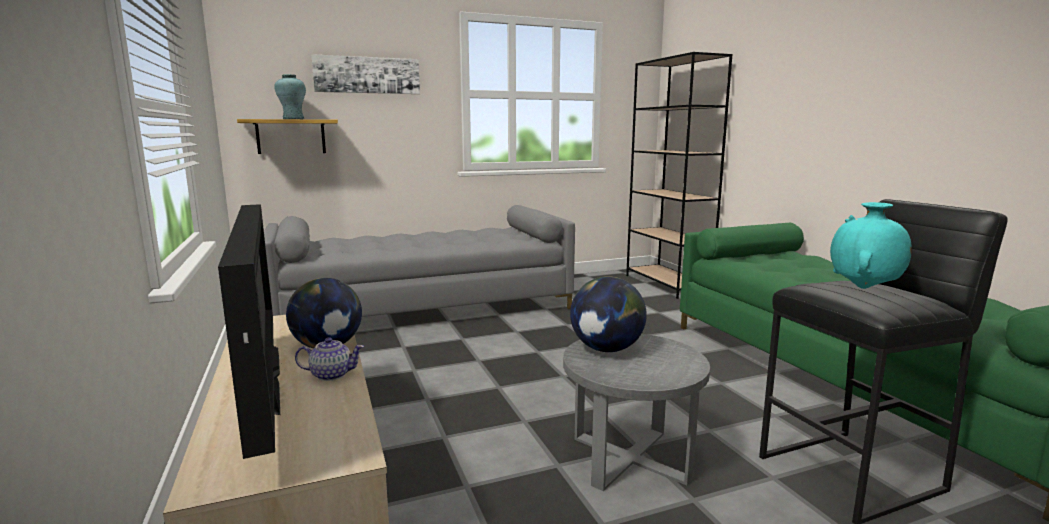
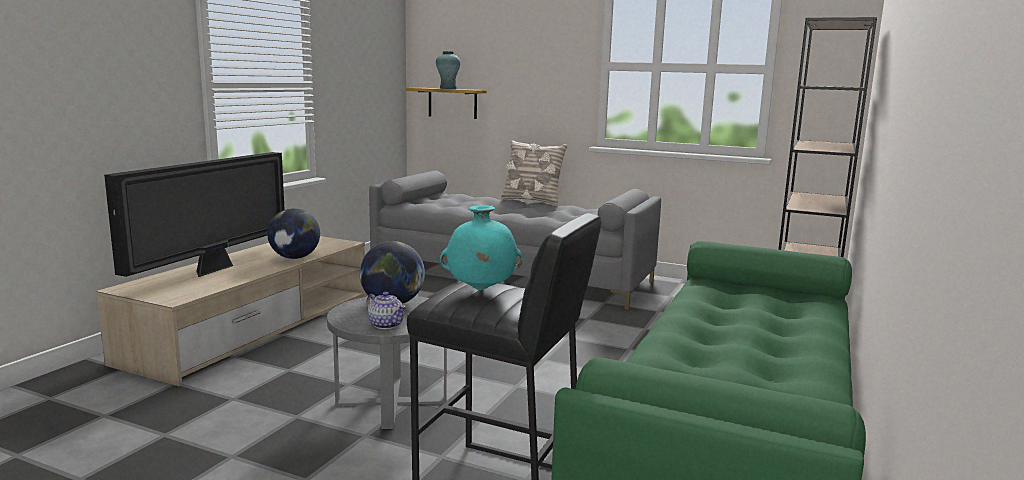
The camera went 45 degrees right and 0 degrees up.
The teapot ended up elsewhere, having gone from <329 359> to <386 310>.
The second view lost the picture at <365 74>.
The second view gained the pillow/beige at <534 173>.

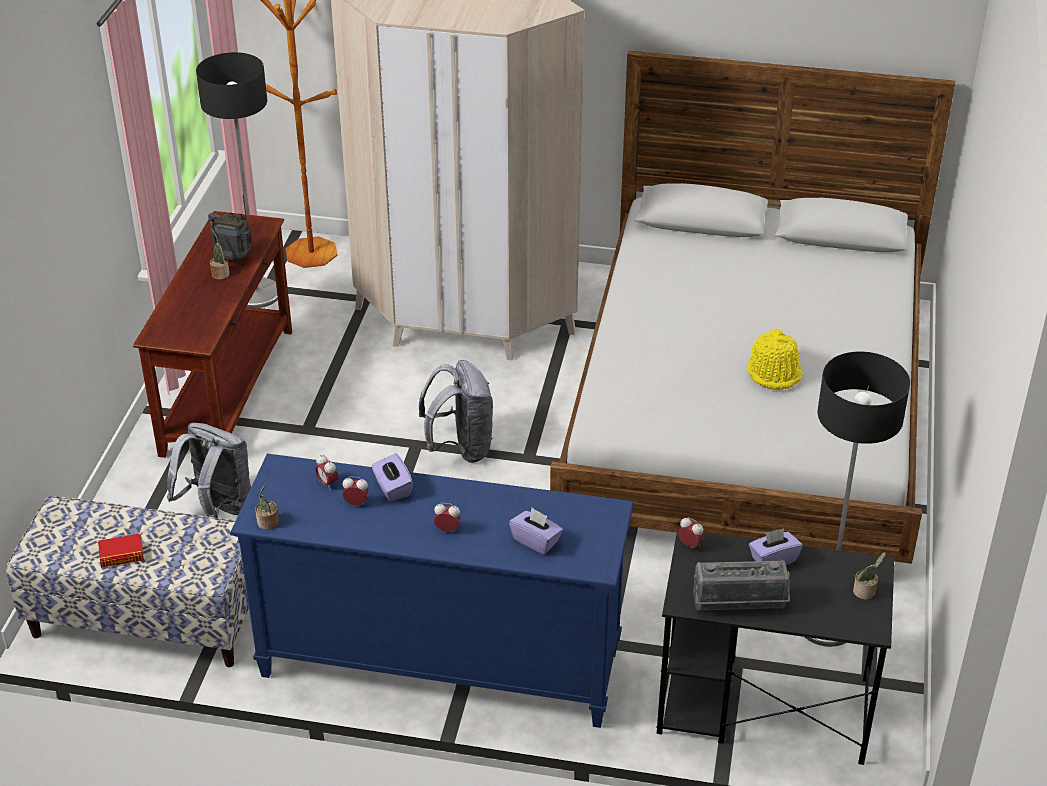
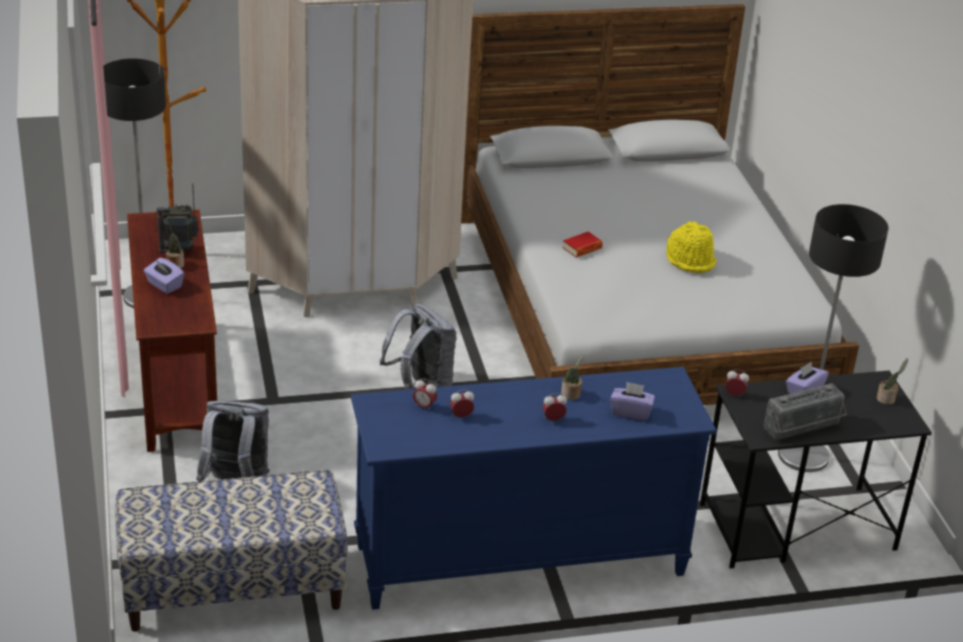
The camera went 25 degrees left and 5 degrees down.
The book ended up elsewhere, having gone from <121 551> to <583 244>.
The potted plant ended up elsewhere, having gone from <267 508> to <572 378>.
The tissue box/purple ended up elsewhere, having gone from <392 477> to <164 276>.

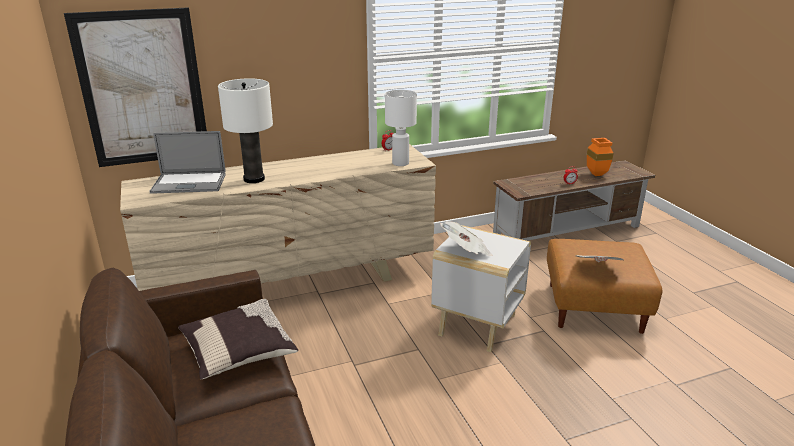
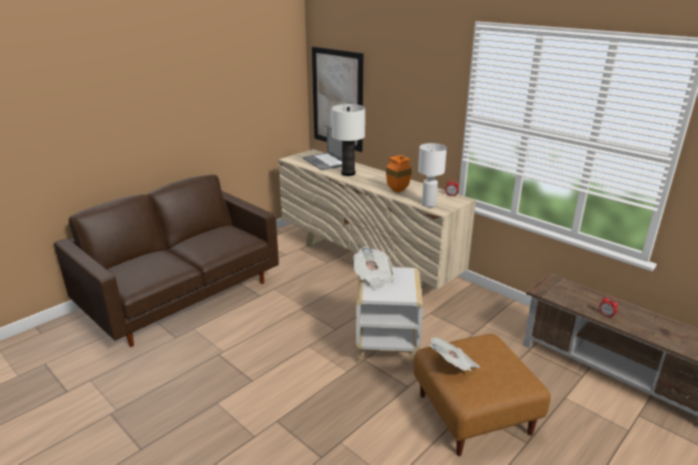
The camera went 65 degrees right and 0 degrees up.
The second view lost the pillow at <238 339>.
The vase/orange ended up elsewhere, having gone from <600 157> to <399 174>.

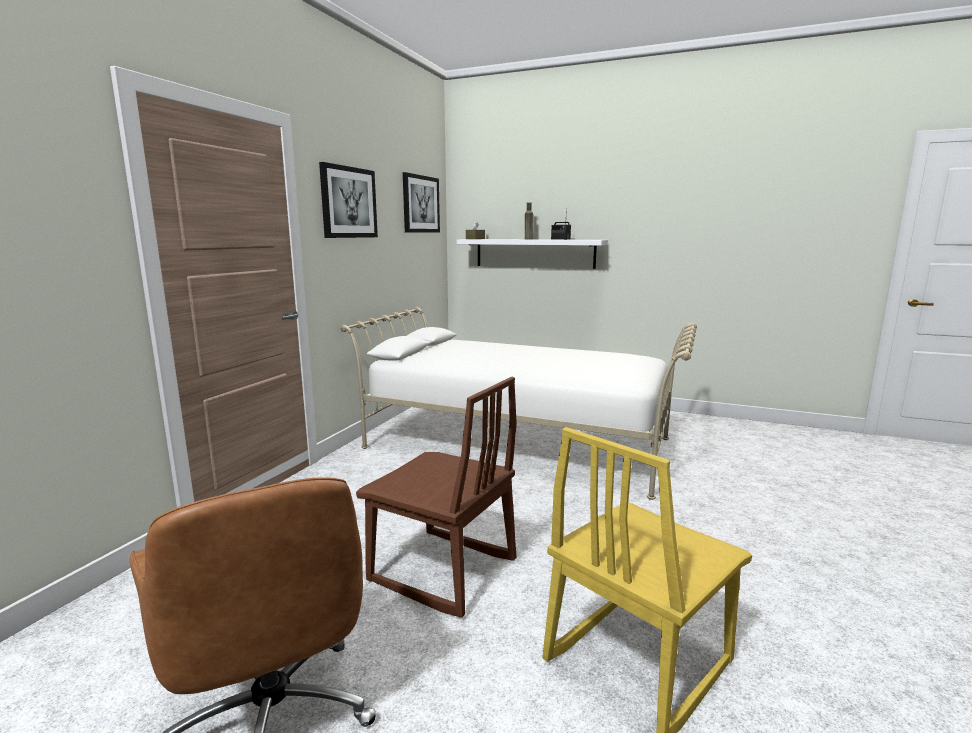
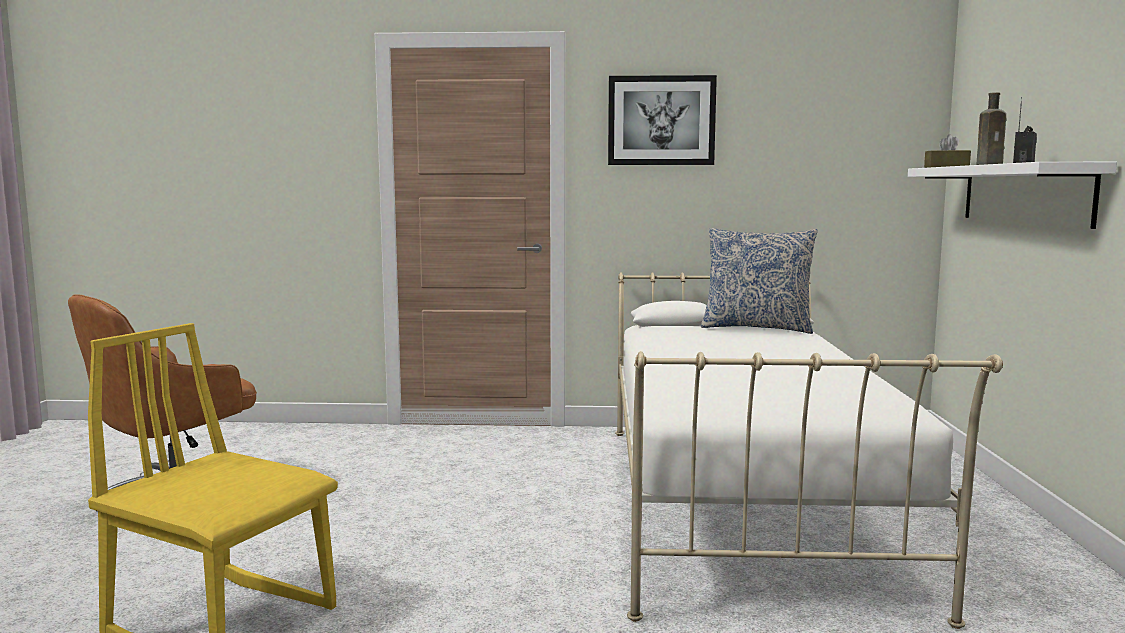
The camera went 70 degrees right and 5 degrees down.
The second view lost the chair/brown at <436 497>.
The second view lost the picture at <421 202>.
The second view gained the pillow at <759 281>.

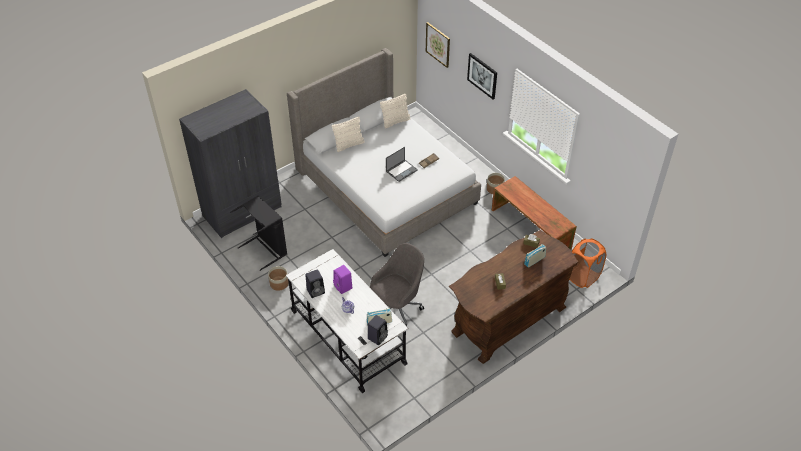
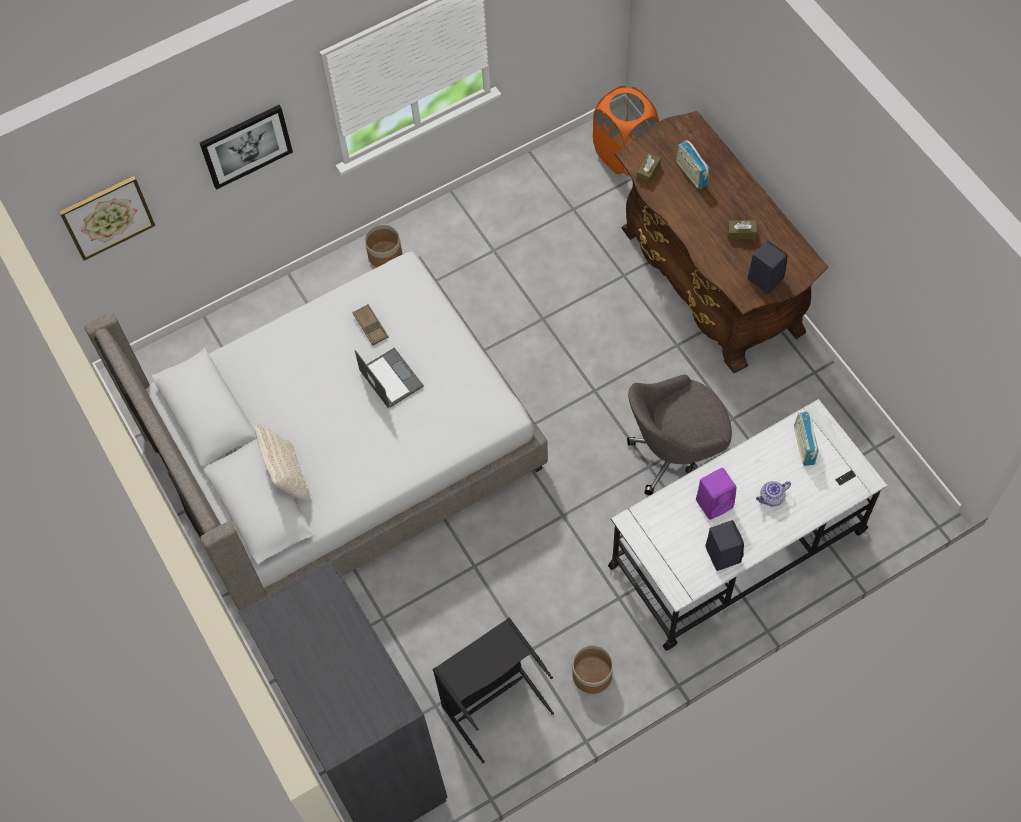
The camera went 80 degrees left and 15 degrees up.
The speaker/black ended up elsewhere, having gone from <378 330> to <768 267>.
The office chair/grey at <397 284> ended up facing another way, 75 degrees counterclockwise from before.
The second view lost the pillow/beige at <395 111>.
The second view lost the bench/brown at <534 212>.

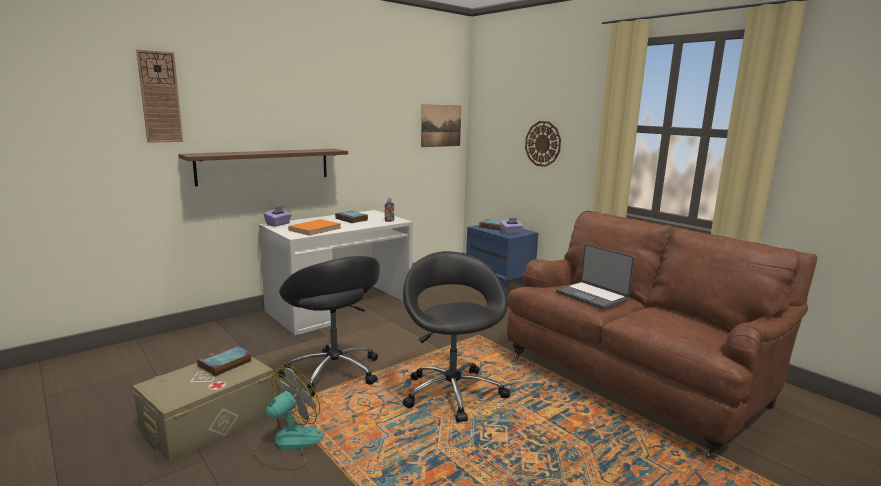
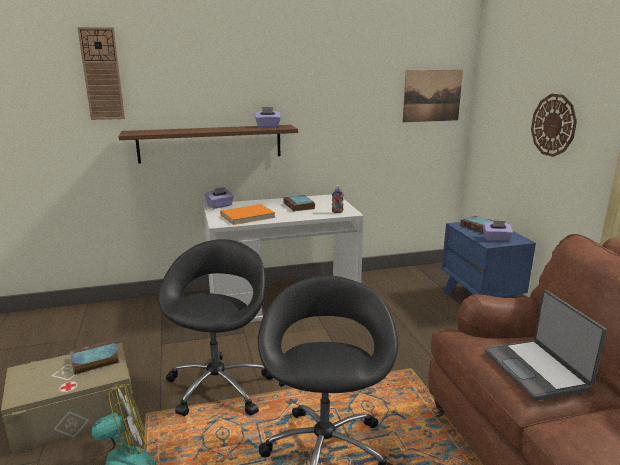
The camera went 25 degrees right and 5 degrees up.
The office chair/black at <329 326> ended up facing another way, 150 degrees counterclockwise from before.
The second view gained the tissue box/purple at <267 117>.

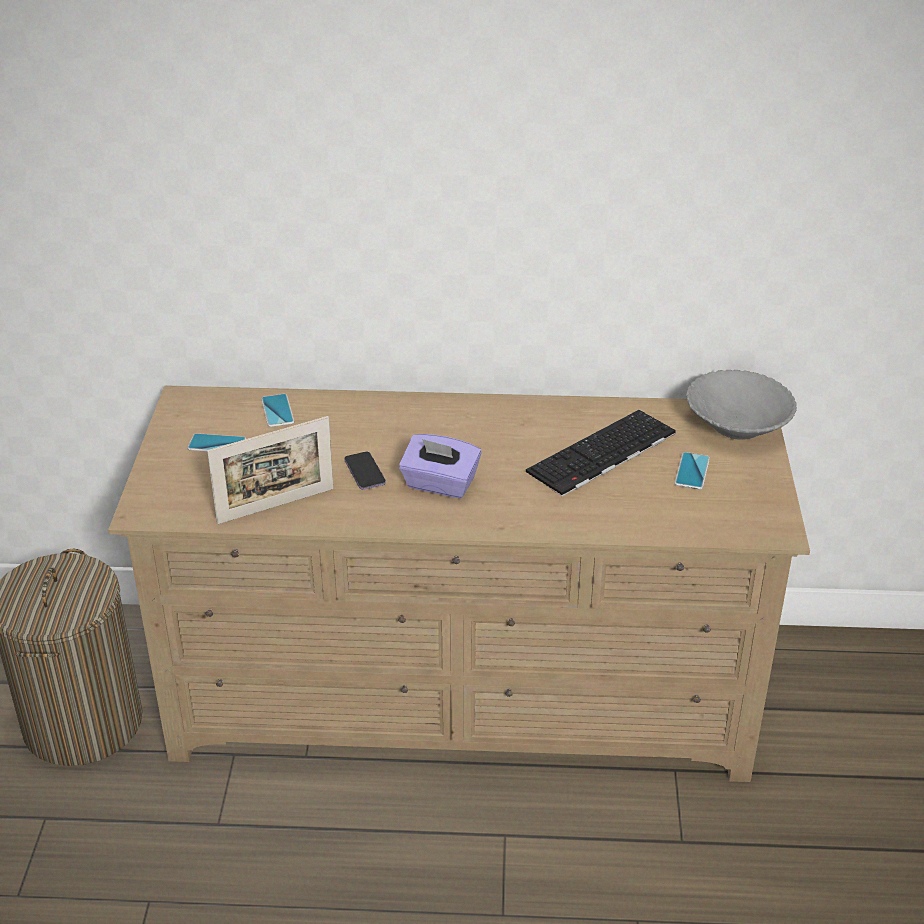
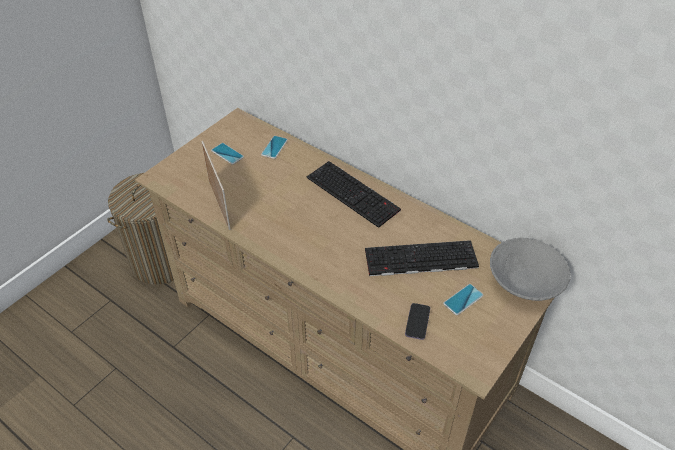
The camera went 35 degrees right and 10 degrees up.
The picture frame at <270 470> ended up facing another way, 120 degrees counterclockwise from before.
The phone ended up elsewhere, having gone from <365 471> to <417 321>.
The second view lost the tissue box/purple at <440 466>.
The second view gained the keyboard at <354 194>.

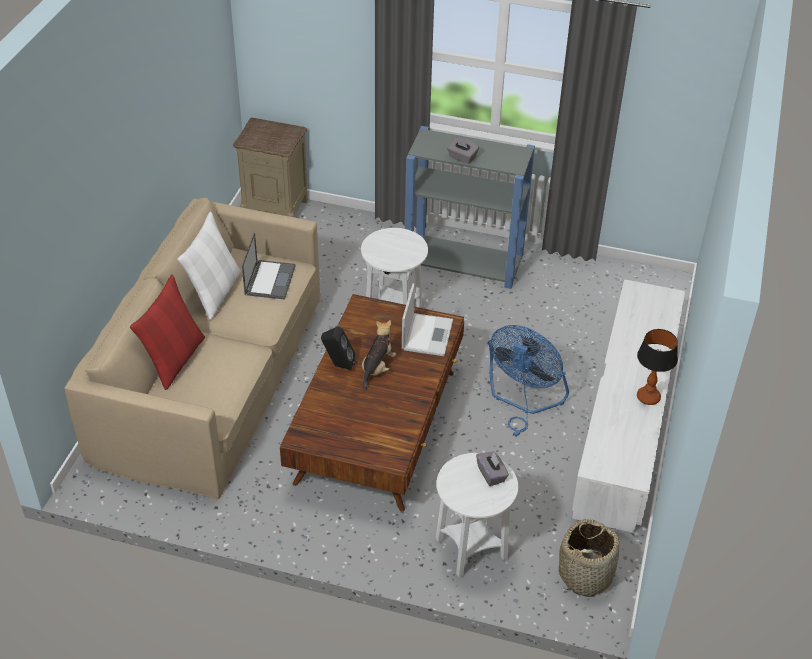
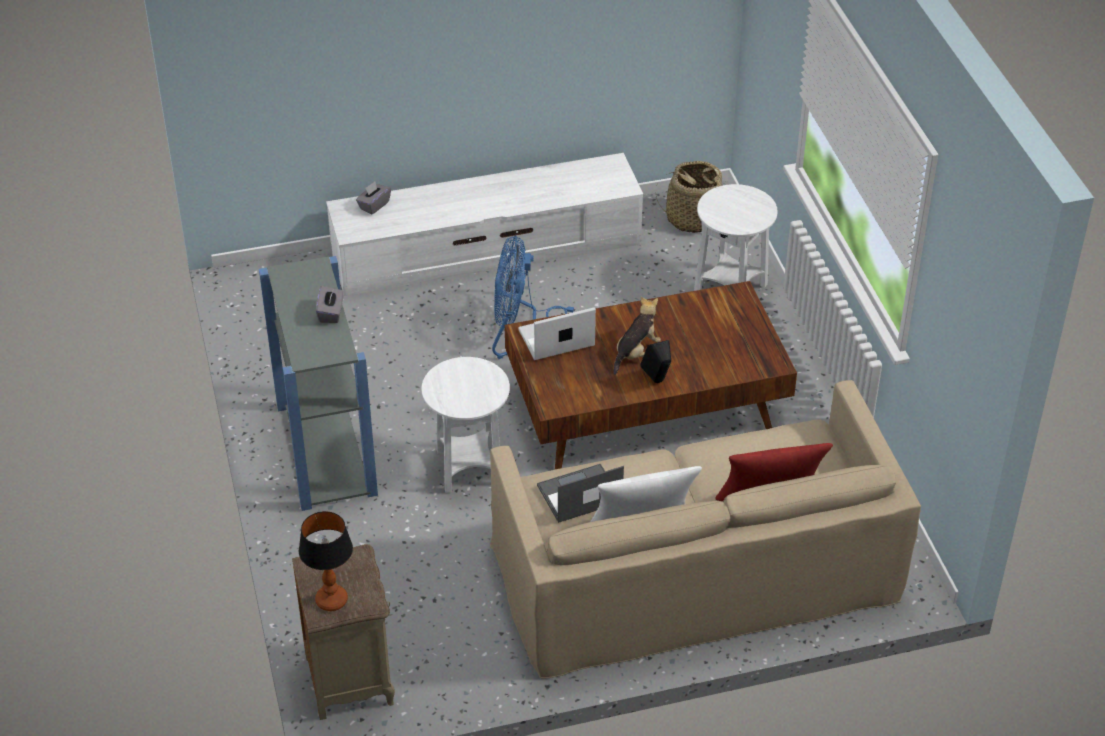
The camera went 120 degrees left and 0 degrees up.
The plush toy at <379 355> ended up facing another way, 135 degrees clockwise from before.
The tissue box/grey ended up elsewhere, having gone from <492 468> to <373 198>.
The table lamp ended up elsewhere, having gone from <657 367> to <326 561>.

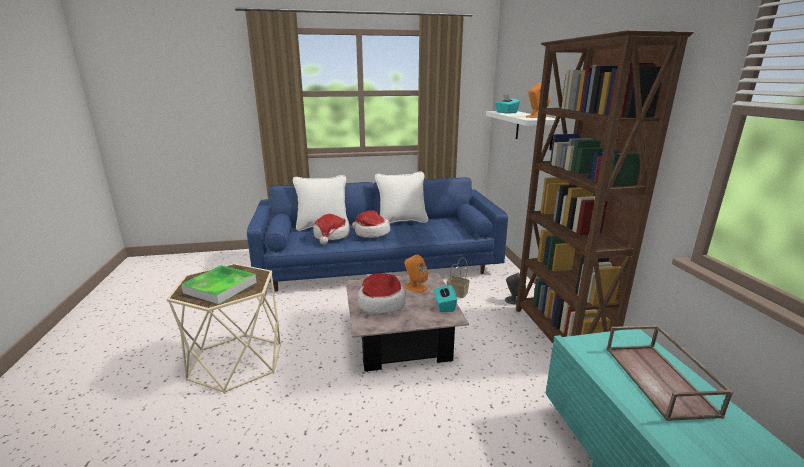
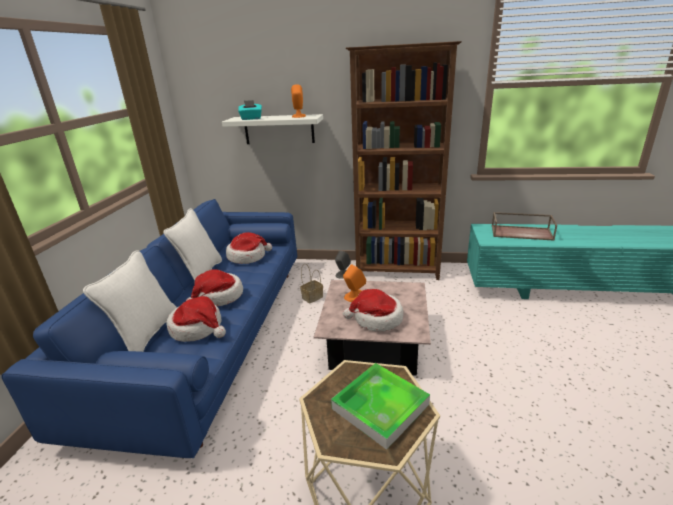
The camera went 70 degrees left and 5 degrees up.
The second view lost the tissue box/turquoise at <445 298>.
The second view gained the hat at <249 248>.

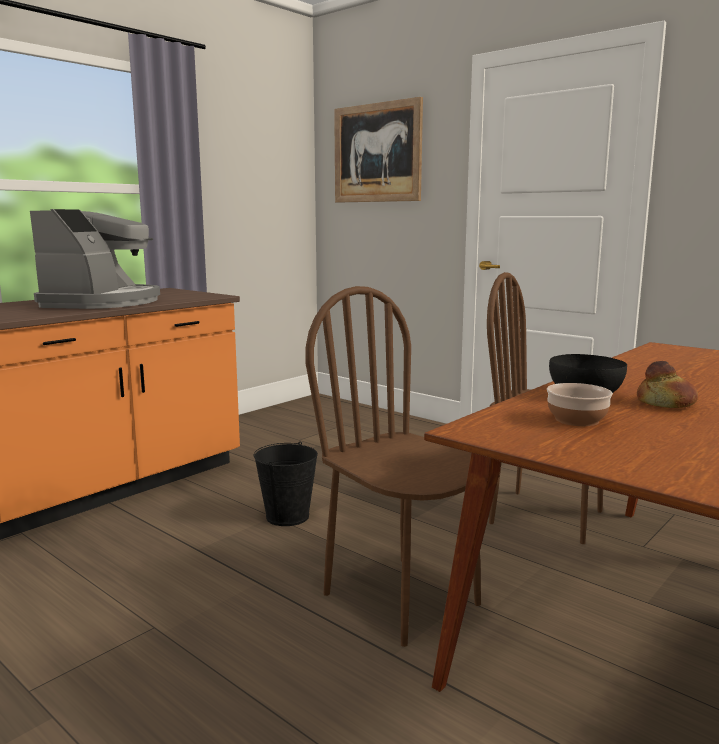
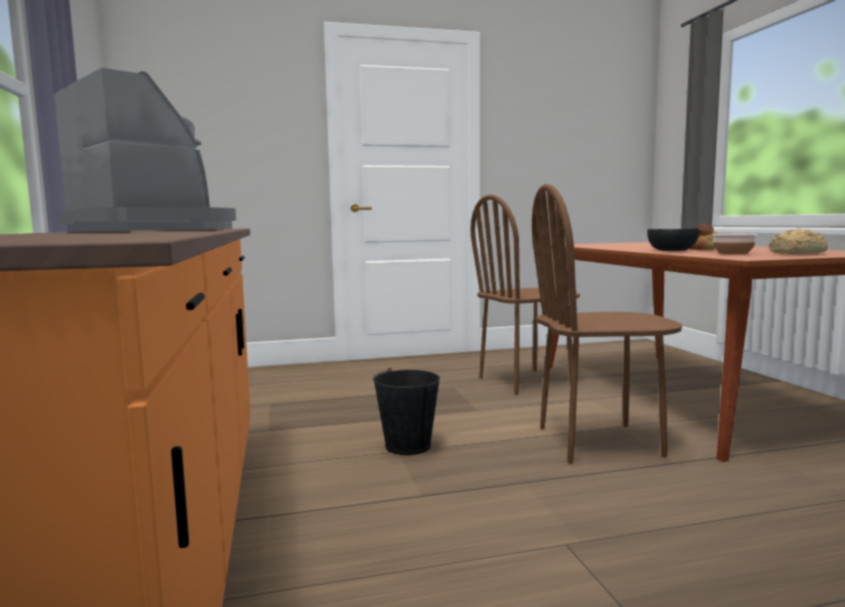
The camera went 55 degrees left and 5 degrees down.
The second view lost the picture at <378 150>.
The second view gained the bread at <798 241>.

